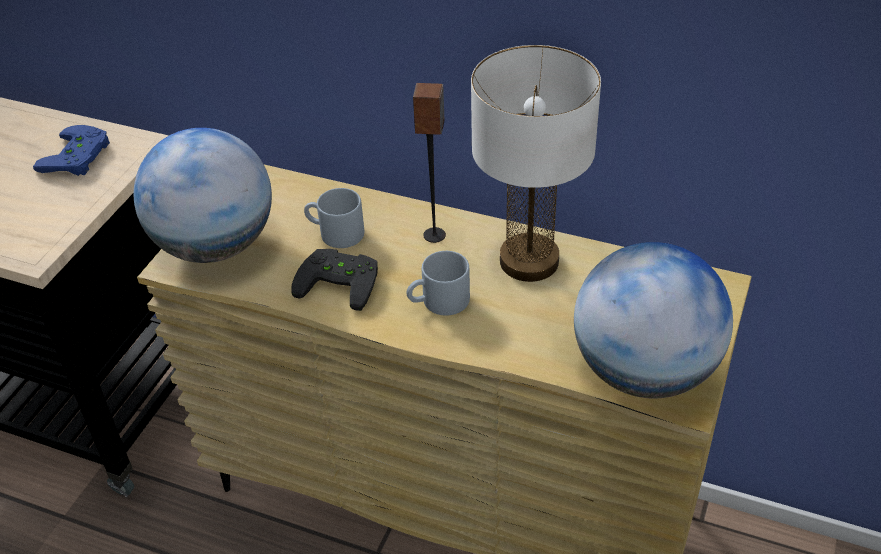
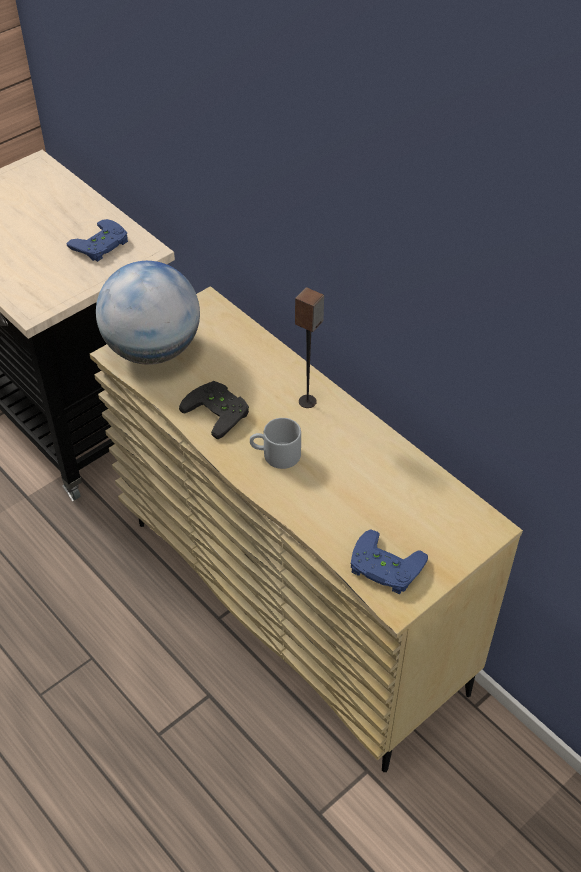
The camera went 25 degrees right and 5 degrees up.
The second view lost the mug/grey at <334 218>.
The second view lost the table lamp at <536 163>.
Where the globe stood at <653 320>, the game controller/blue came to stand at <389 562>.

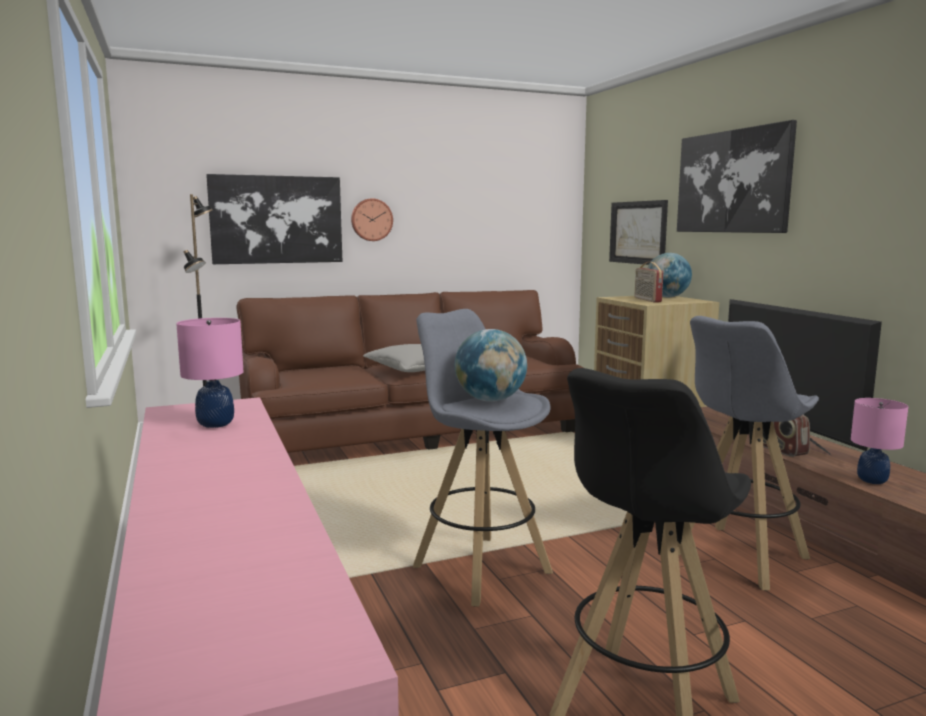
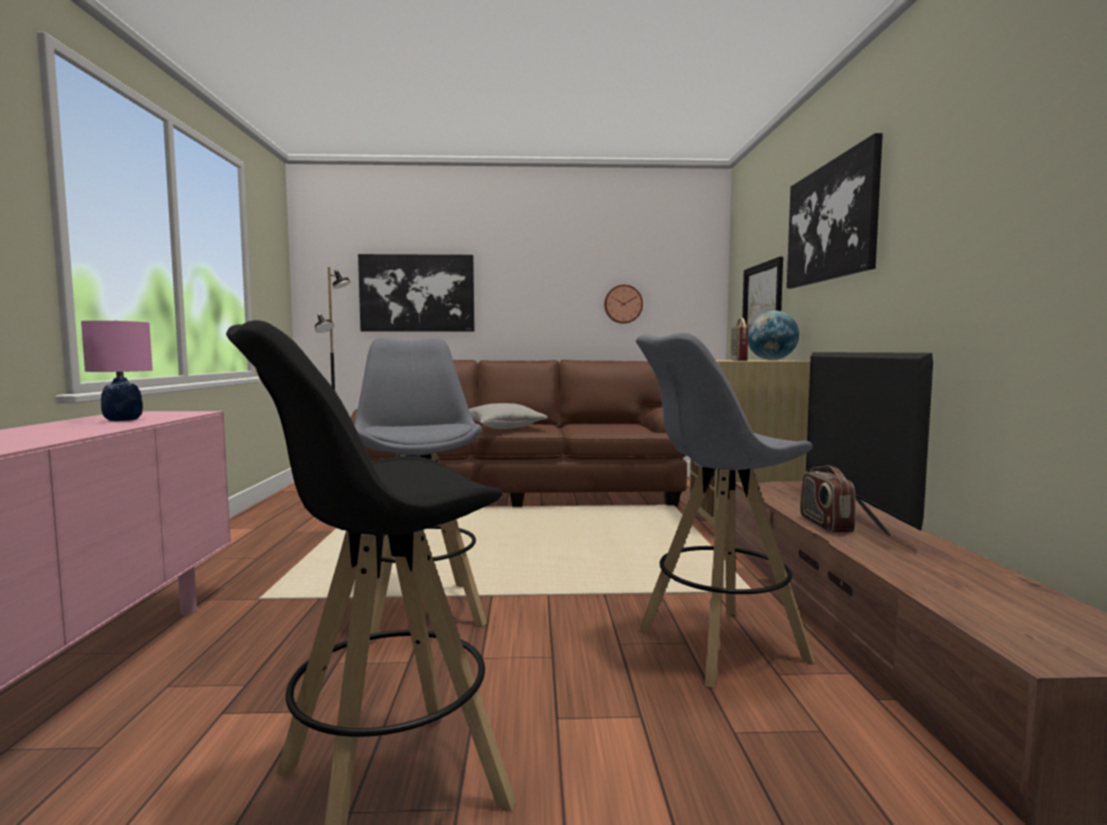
The camera went 20 degrees right and 5 degrees down.
The wall clock ended up elsewhere, having gone from <372 219> to <623 304>.
The second view lost the globe at <491 365>.
The second view lost the table lamp/pink at <879 441>.

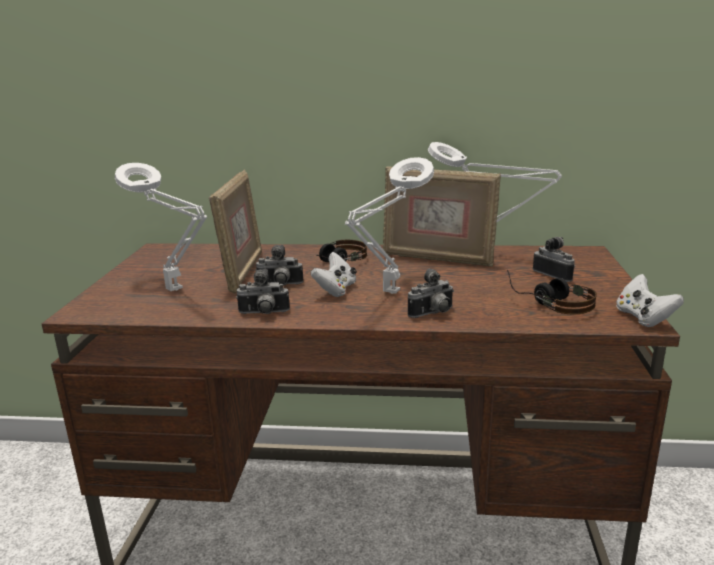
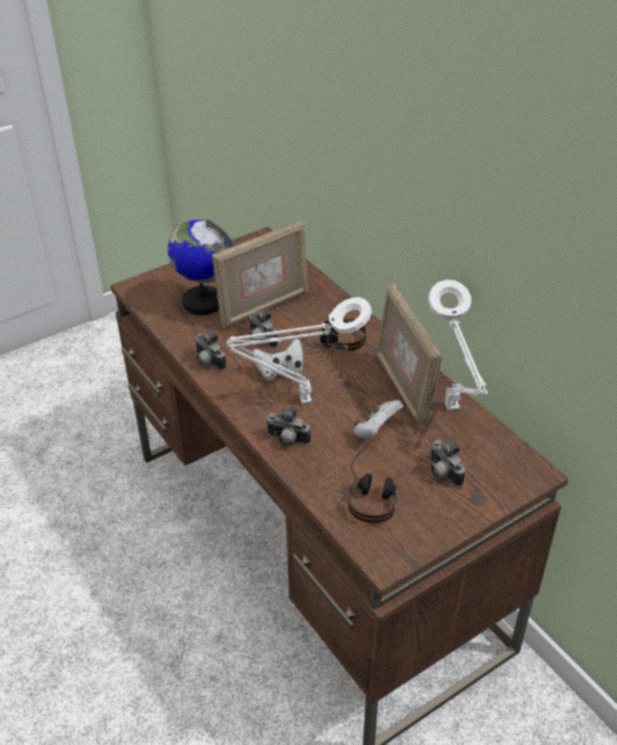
The camera went 50 degrees right and 20 degrees up.
Where the table lamp/white stood at <161 227>, the globe came to stand at <201 267>.
The photo camera at <554 259> ended up facing another way, 135 degrees clockwise from before.
The game controller/white ended up elsewhere, having gone from <650 300> to <378 419>.

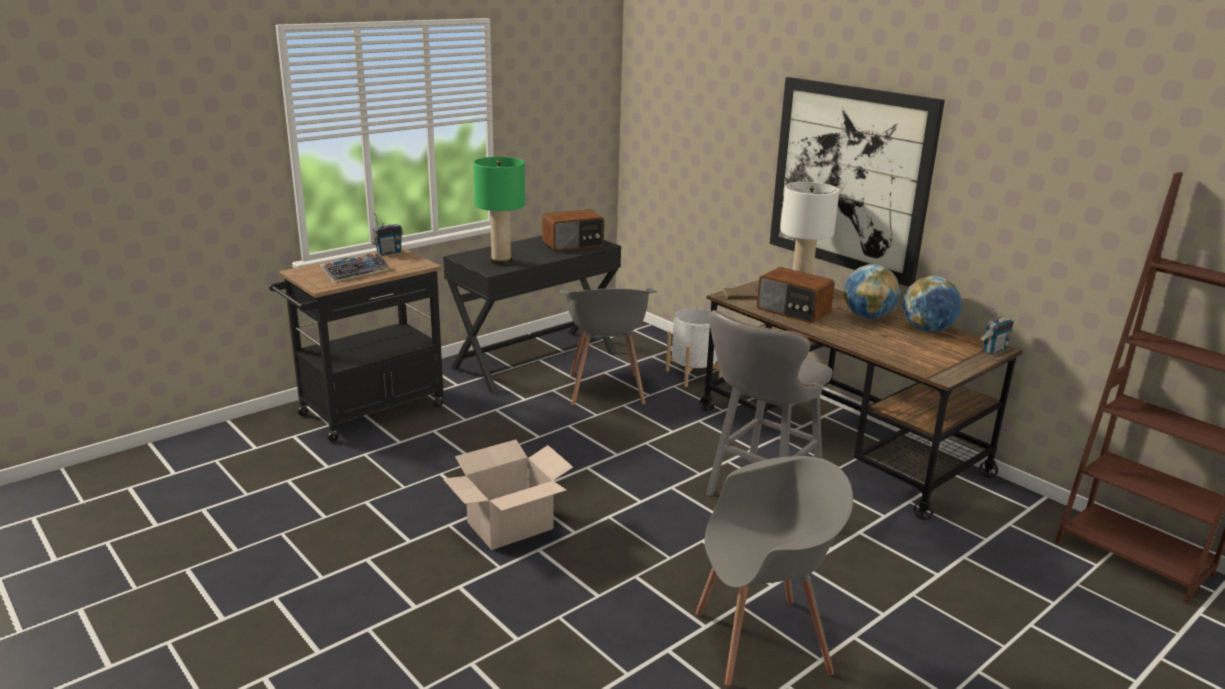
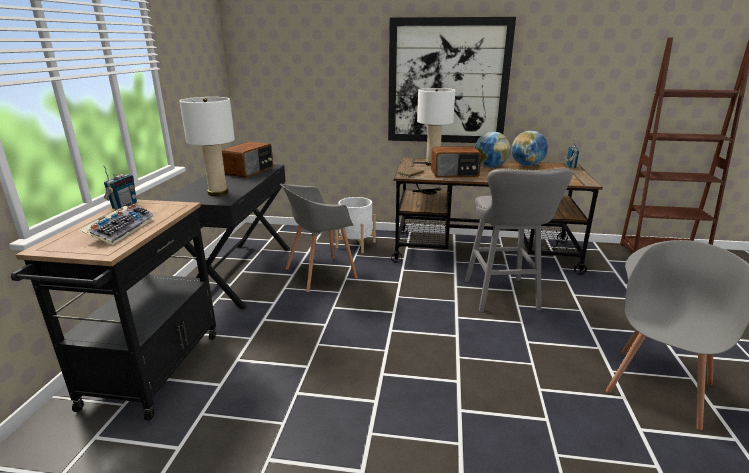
The camera went 40 degrees left and 0 degrees up.
The second view lost the cardboard box at <508 495>.
What was the table lamp/green at <499 211> turned into the table lamp/white at <207 146>.
The chair/grey at <608 347> ended up facing another way, 105 degrees clockwise from before.

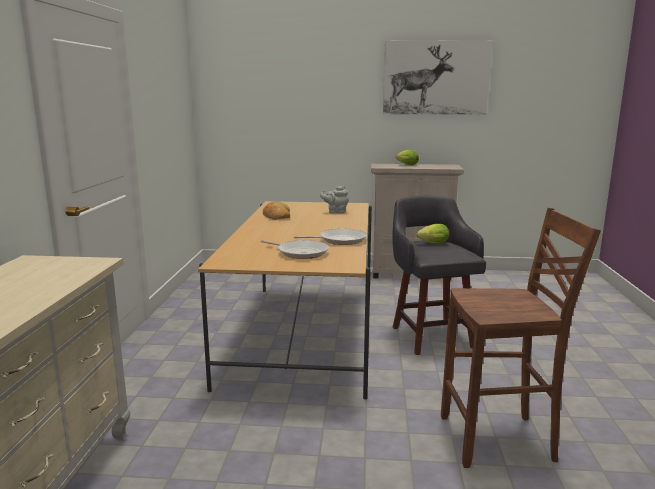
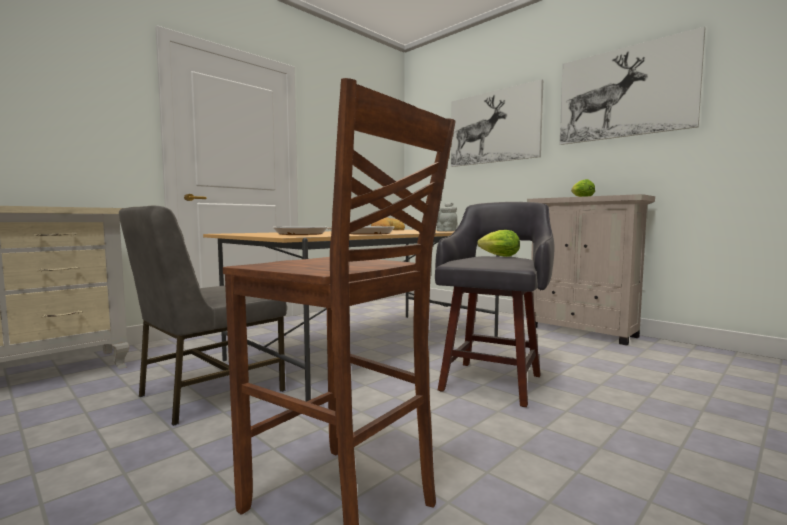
The camera went 40 degrees right and 10 degrees down.
The second view gained the chair/grey at <203 316>.
The second view gained the picture at <497 123>.

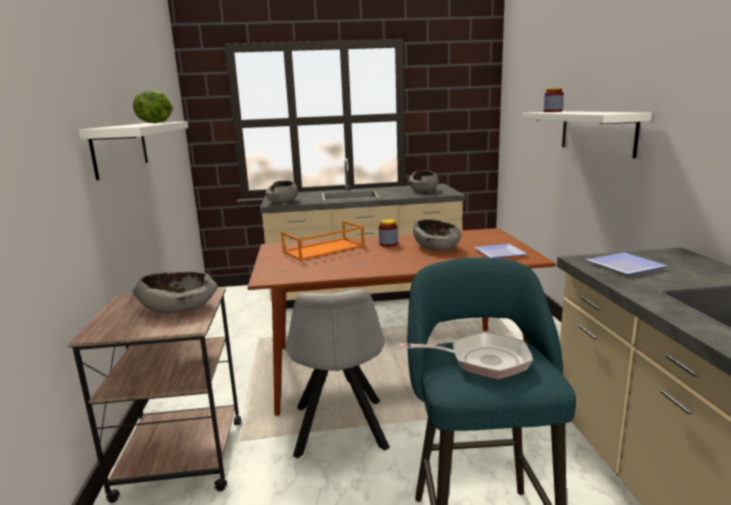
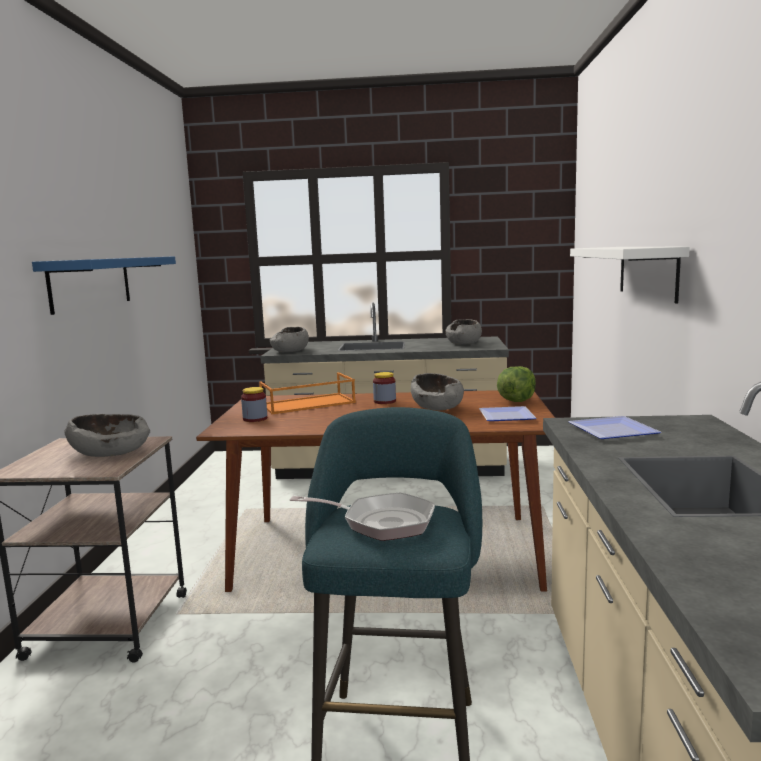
The camera went 10 degrees right and 5 degrees down.
What was the shelf/white at <133 150> turned into the shelf/blue at <104 285>.
The lettuce ended up elsewhere, having gone from <153 106> to <516 384>.
The second view lost the chair/grey at <337 373>.
The jar ended up elsewhere, having gone from <553 100> to <254 404>.

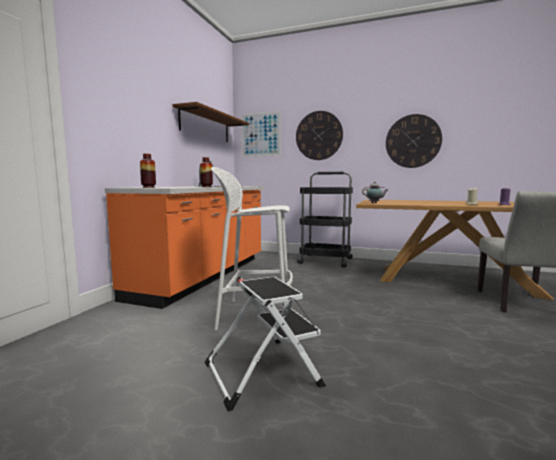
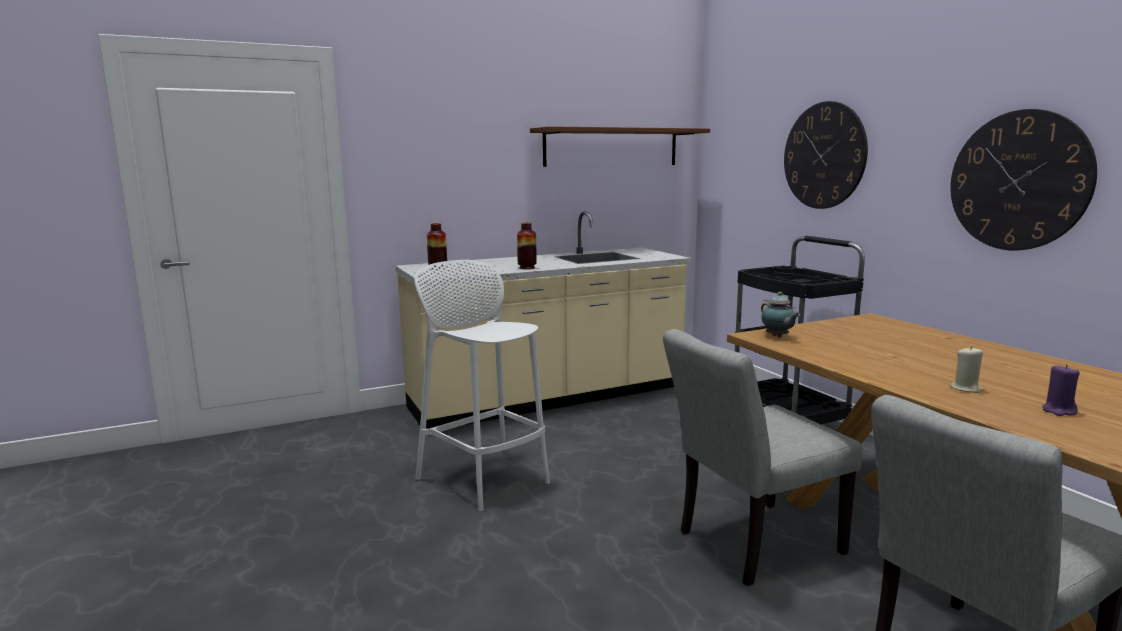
The camera went 45 degrees right and 5 degrees up.
What was the counter/orange at <184 234> turned into the counter/beige at <543 320>.
The second view lost the step ladder at <265 343>.
The second view lost the picture at <261 134>.
The second view gained the chair/grey at <762 457>.

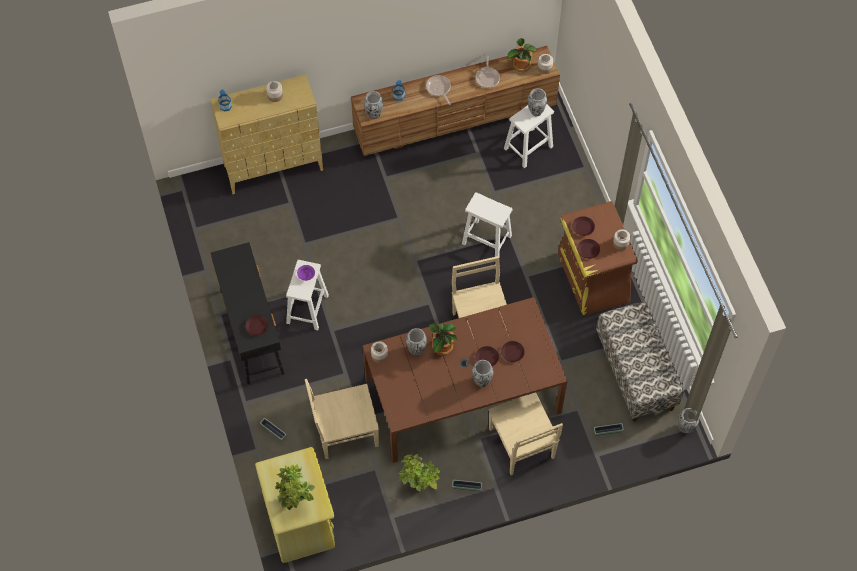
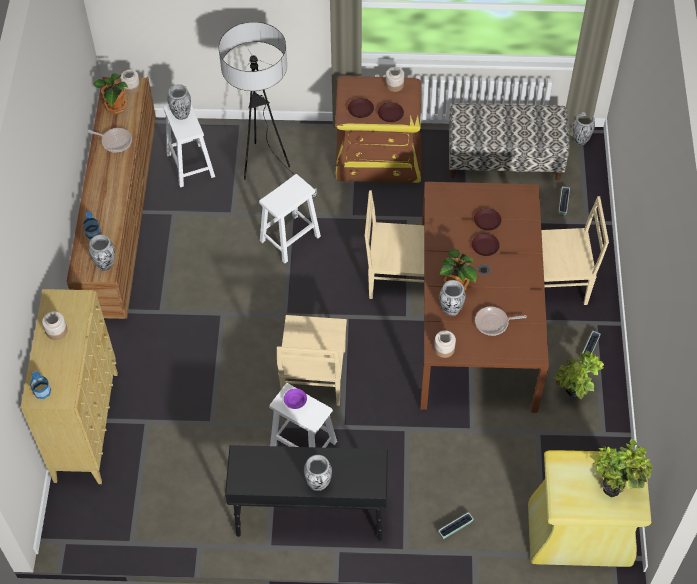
The camera went 70 degrees left and 5 degrees down.
The second view lost the plate/brown at <257 325>.
The chair/beige ended up elsewhere, having gone from <342 419> to <312 360>.
The frying pan ended up elsewhere, having gone from <438 90> to <501 321>.
The vase ended up elsewhere, having gone from <482 373> to <318 473>.
The second view gained the floor lamp at <268 109>.

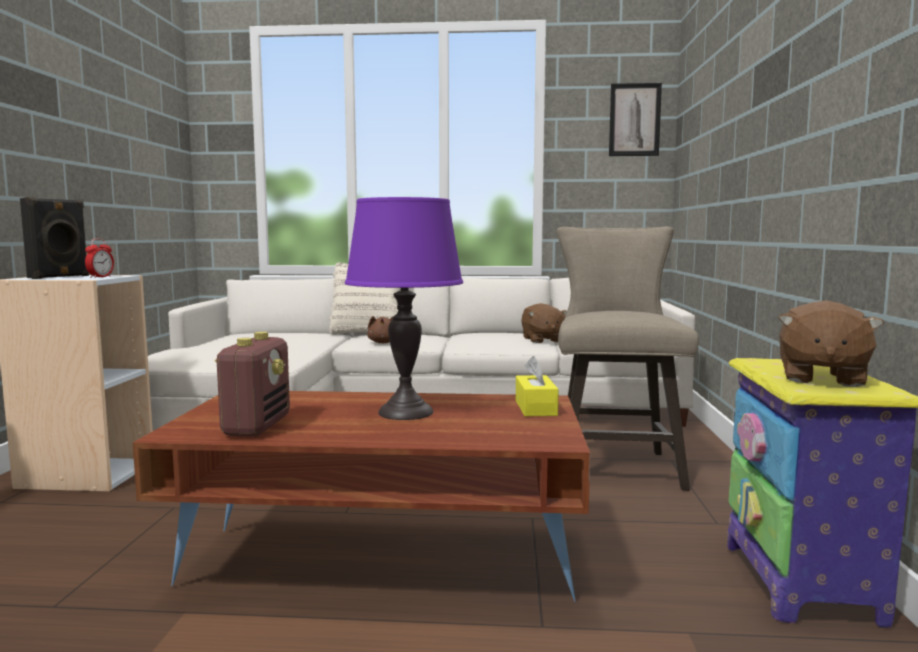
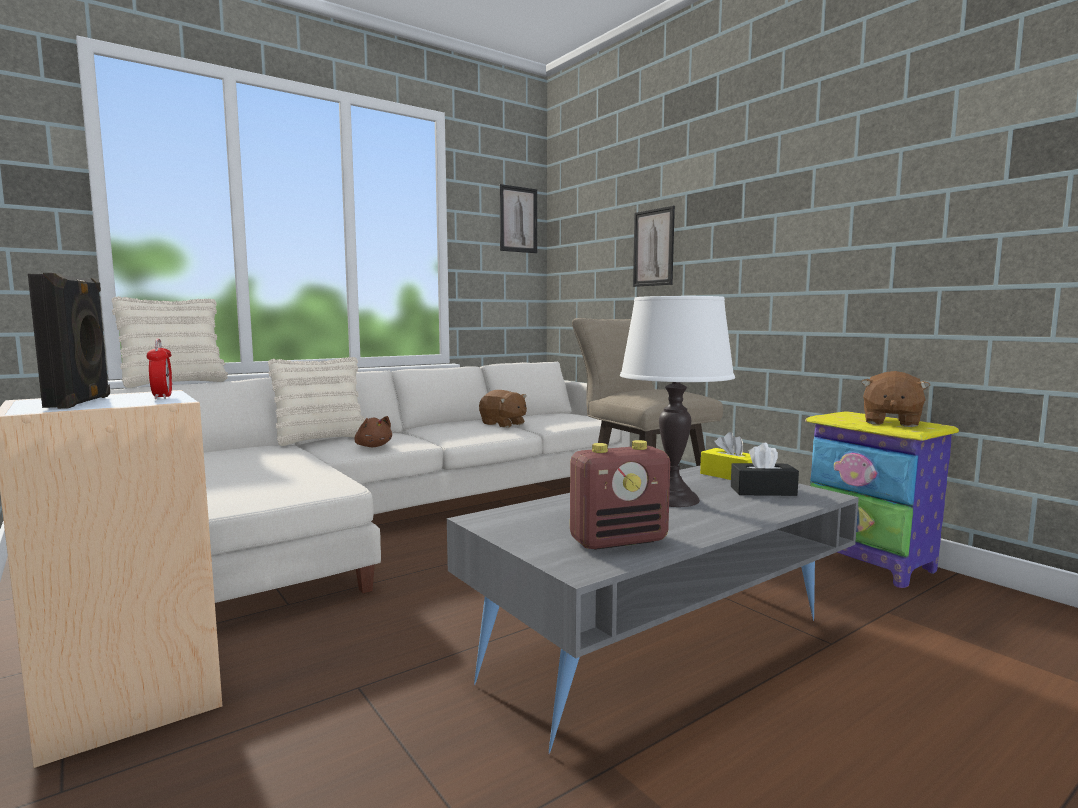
The camera went 40 degrees left and 0 degrees up.
What was the coffee table/brown at <361 497> turned into the coffee table/grey at <653 610>.
The radio at <252 384> ended up facing another way, 105 degrees clockwise from before.
What was the table lamp/purple at <404 308> turned into the table lamp/white at <677 401>.
The plush toy/brown at <831 343> ended up facing another way, 45 degrees clockwise from before.
The second view gained the pillow/beige at <169 342>.
The second view gained the picture at <654 246>.
The second view gained the tissue box/black at <765 469>.

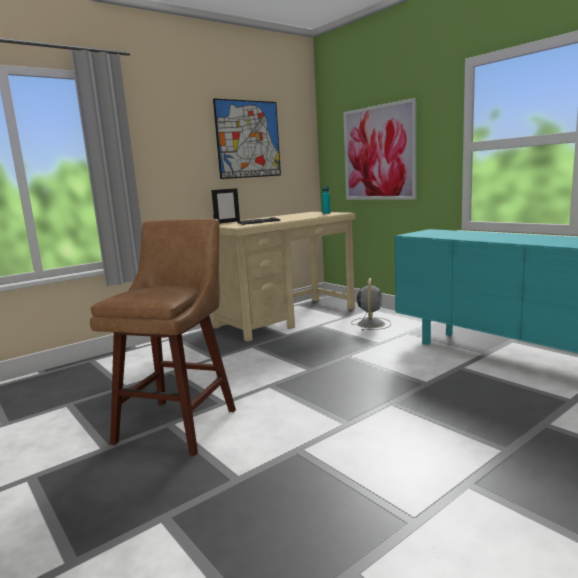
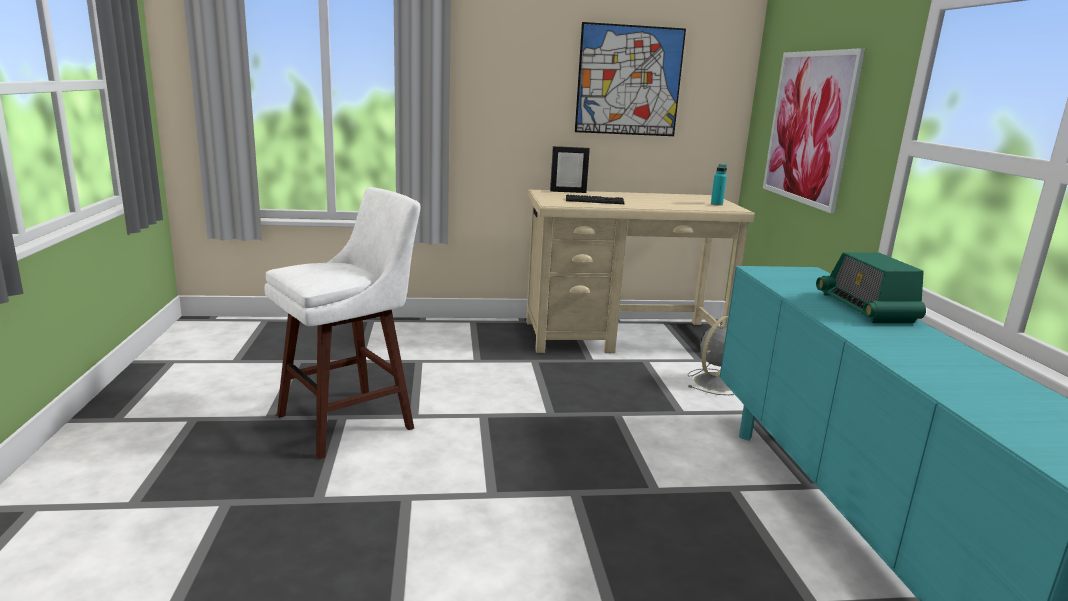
The camera went 30 degrees right and 5 degrees up.
What was the stool/brown at <163 337> turned into the stool/white at <342 323>.
The second view gained the radio at <871 287>.

